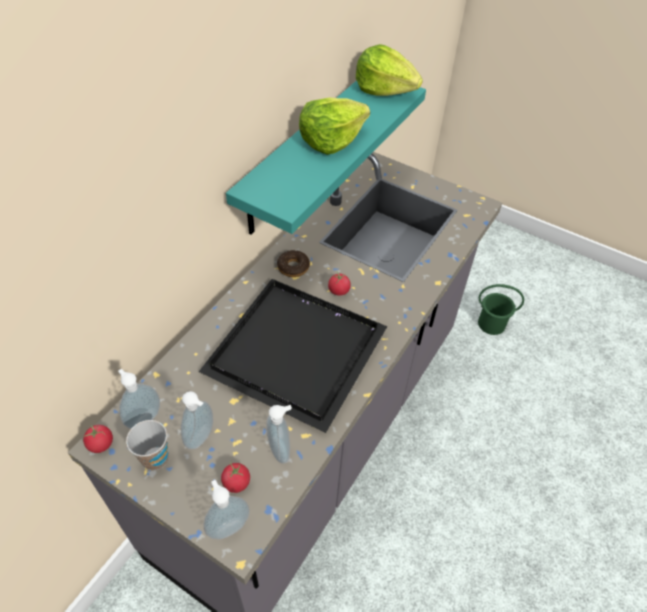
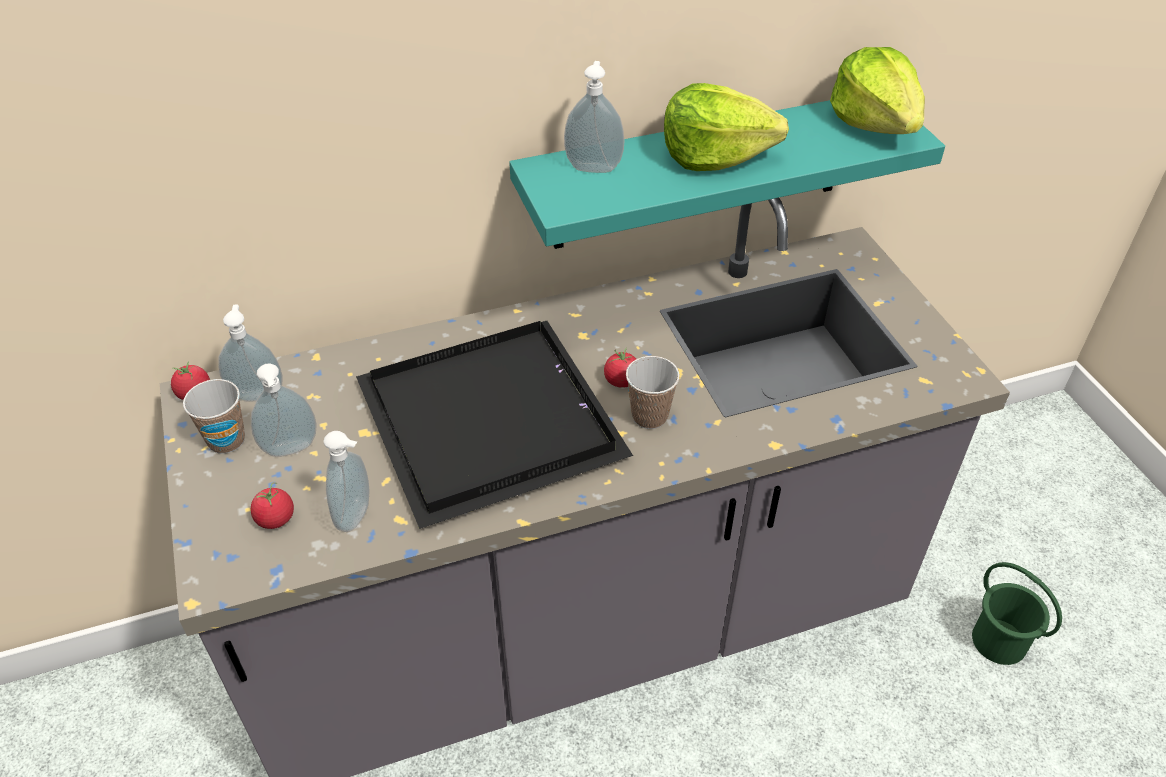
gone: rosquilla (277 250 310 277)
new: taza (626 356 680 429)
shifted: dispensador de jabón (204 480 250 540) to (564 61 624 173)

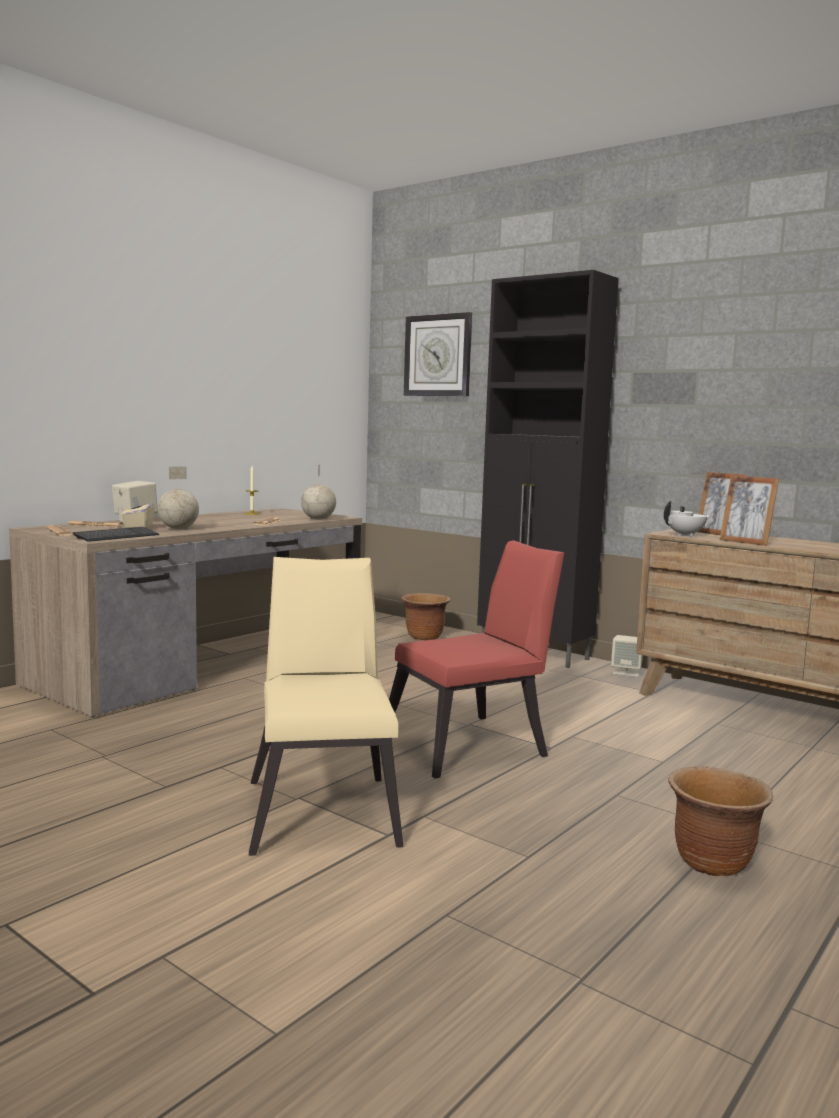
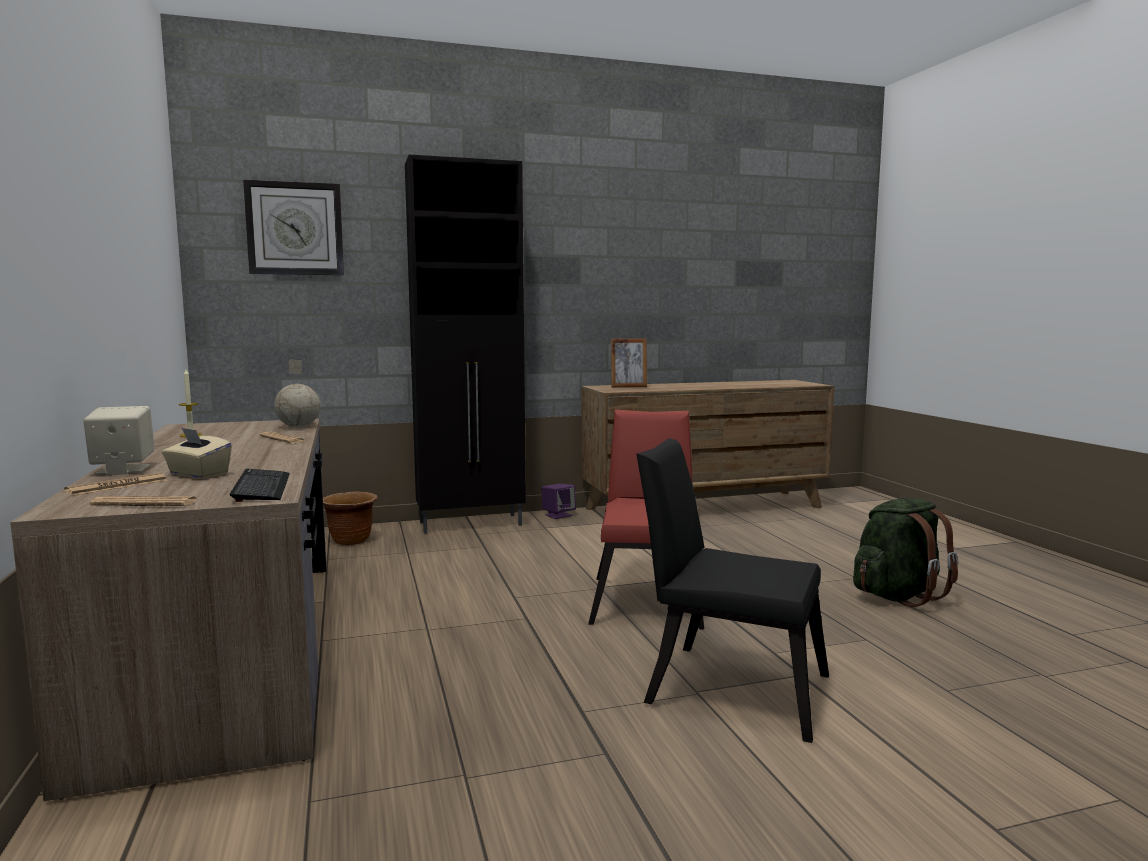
gone: globo terráqueo (157 466 199 529); portarretratos (719 476 779 546); tetera (blanco) (664 501 711 537)
swapped: maceta (marrón) (668 766 773 876) to mochila (verde) (853 498 958 607)
repainted: silla (beis) (249 557 403 856) to silla (negro) (636 438 829 743); altavoz (beis) (611 635 643 677) to altavoz (morado) (541 483 576 519)

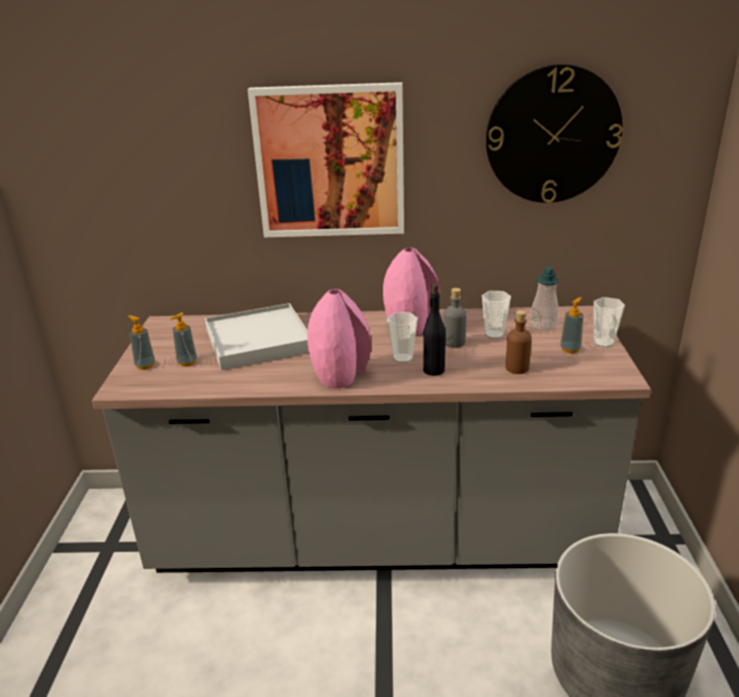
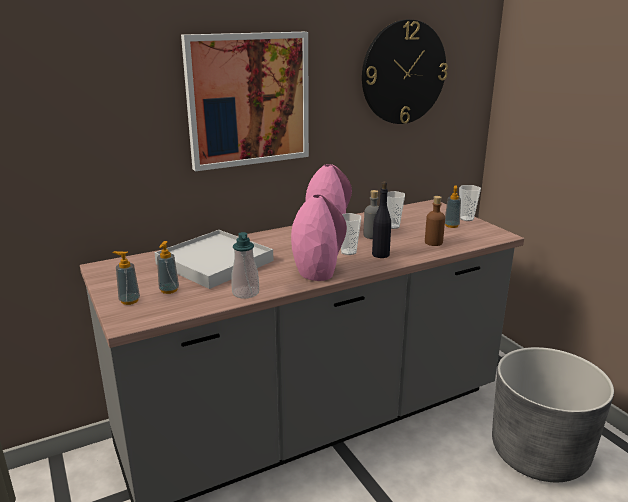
shifted: dispensador de jabón (530 267 559 331) to (231 232 259 299)

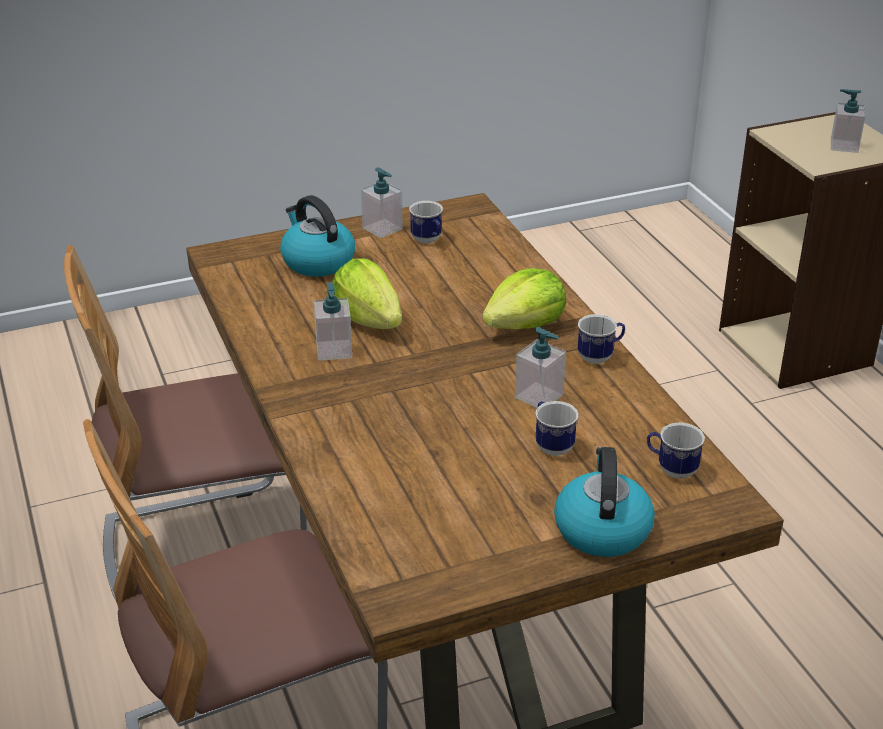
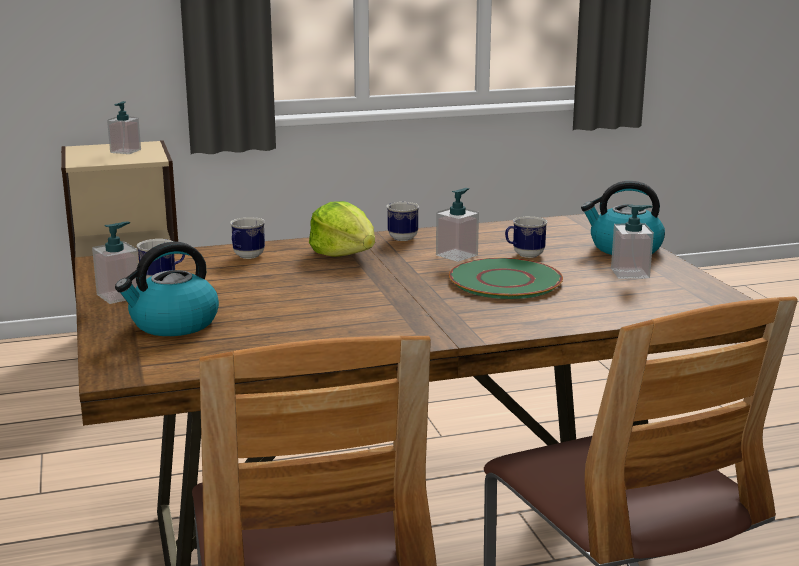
gone: lechuga (333 258 402 329)
new: plato (verde) (449 258 563 299)
shifted: dispensador de jabón (314 282 352 361) to (611 205 654 279); taza grande (647 423 705 479) to (230 217 265 259)

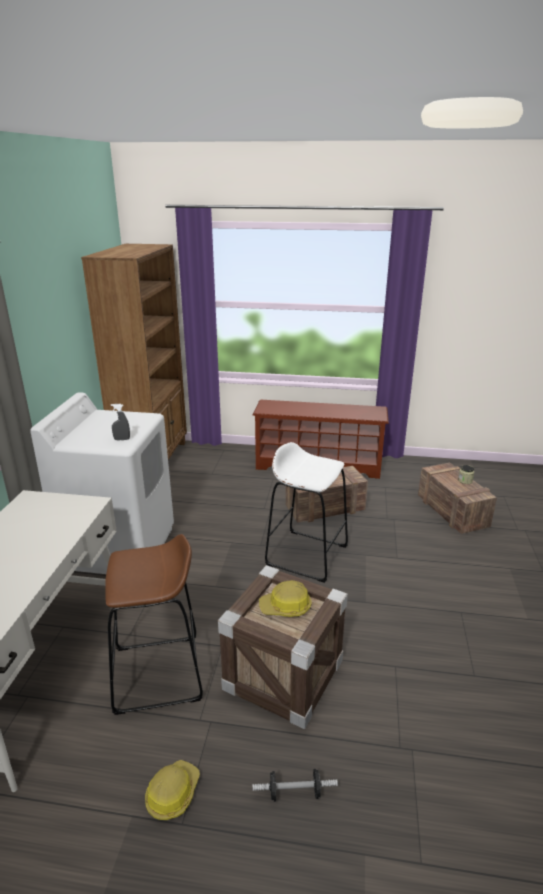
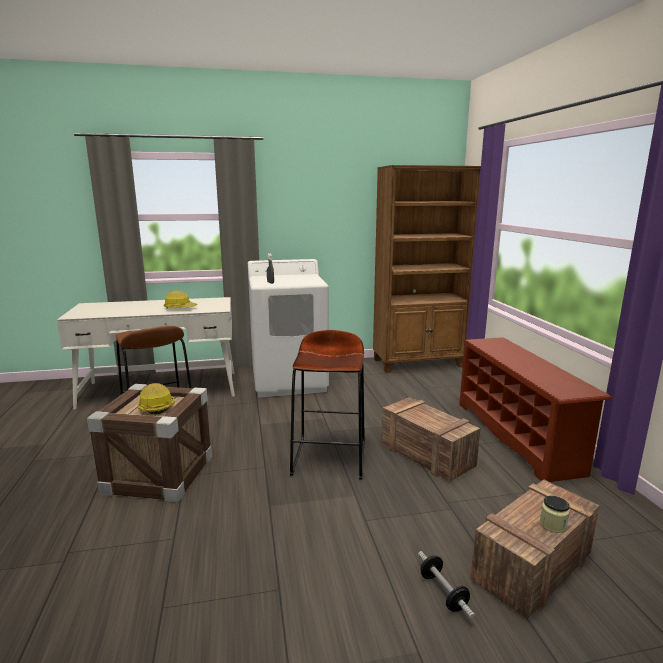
shifted: casco (145 760 200 820) to (164 291 197 308); mancuerna (252 769 338 802) to (418 551 475 619)
repainted: taburete (blanco) (265 442 348 583) to taburete (marrón) (290 330 365 480)

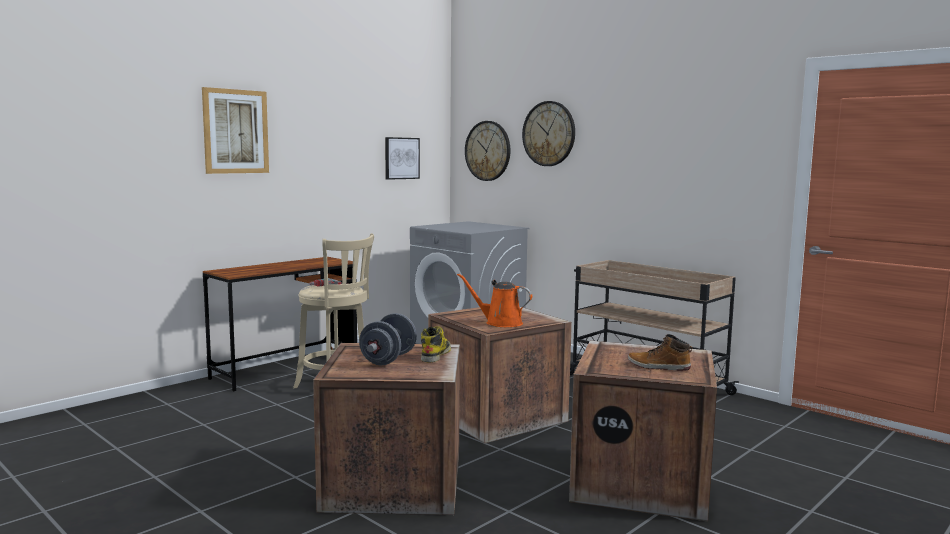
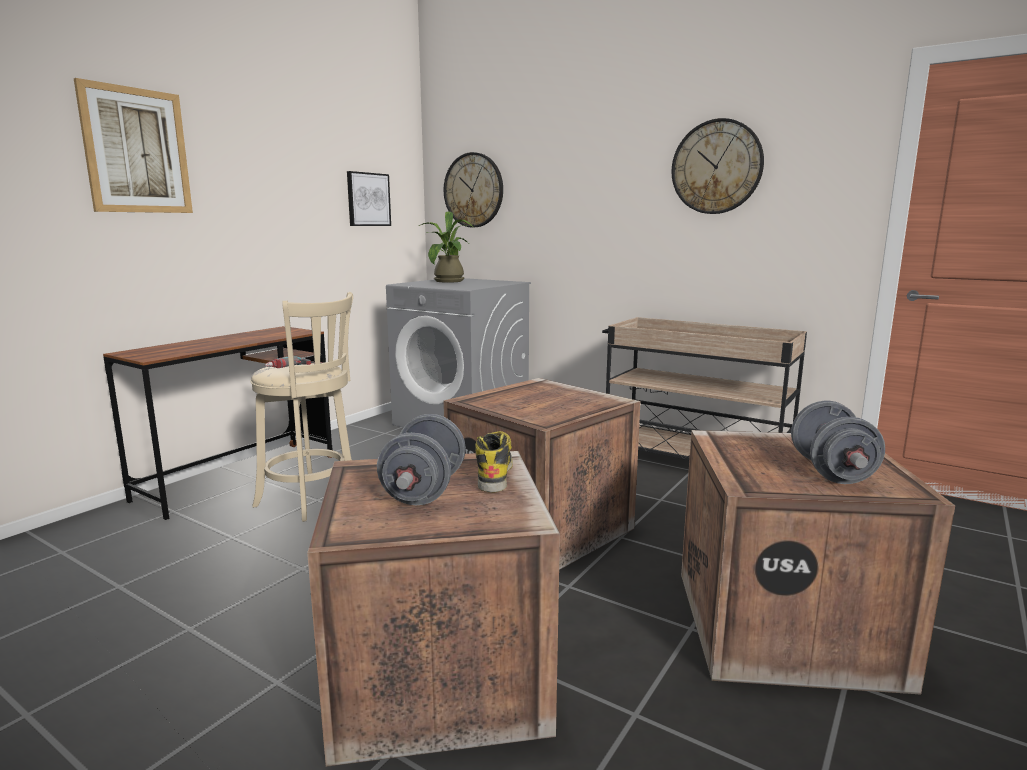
gone: regadera (naranja) (457 273 532 327)
new: planta en maceta (419 211 474 283)
shifted: reloj de pared (522 101 575 166) to (672 118 764 214)
swapped: bota (628 334 692 371) to mancuerna (gris) (791 401 885 484)

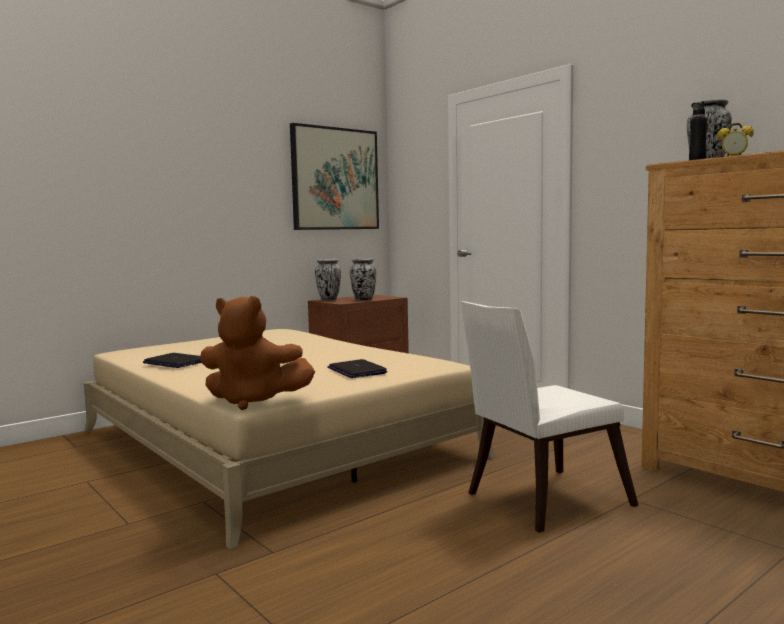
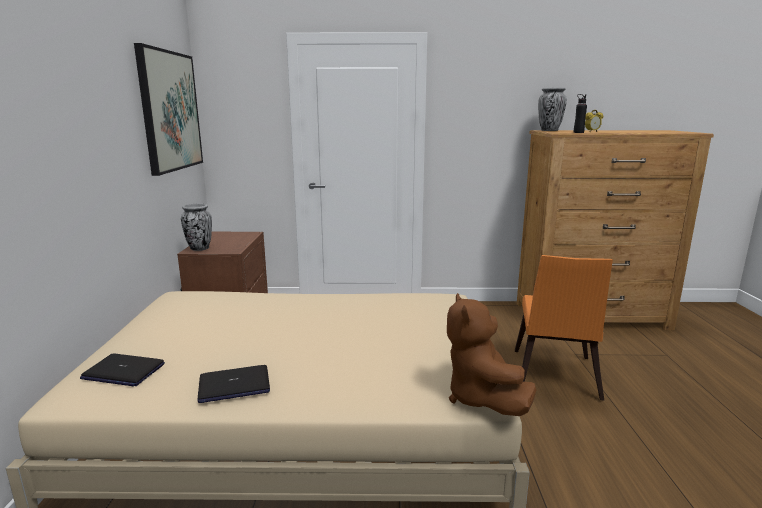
gone: florero (350 258 376 301)
shifted: portátil (327 359 388 378) to (80 354 165 386)
repainted: silla (blanco) (461 301 639 533) to silla (naranja) (515 255 613 401)
rotated: peluche (marrón) (200 296 315 410) = (447 293 536 416) 120 degrees clockwise

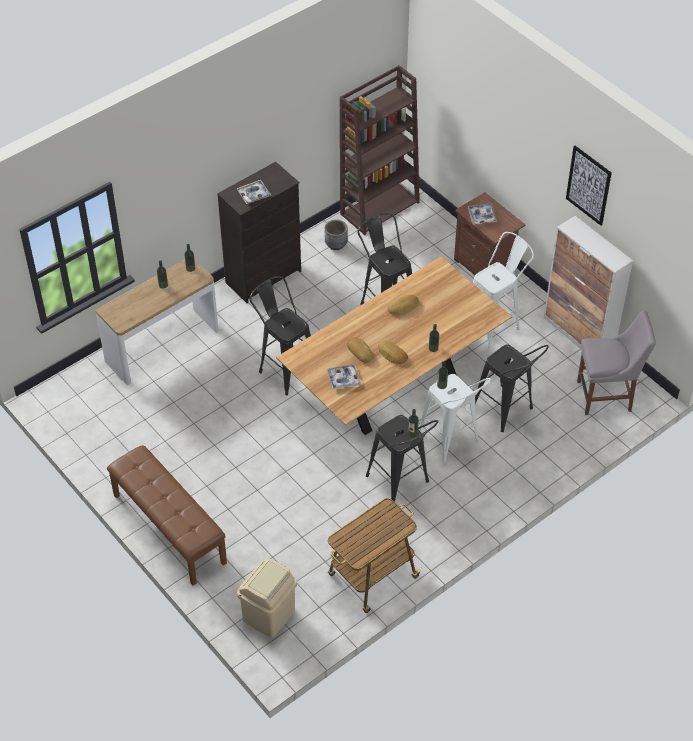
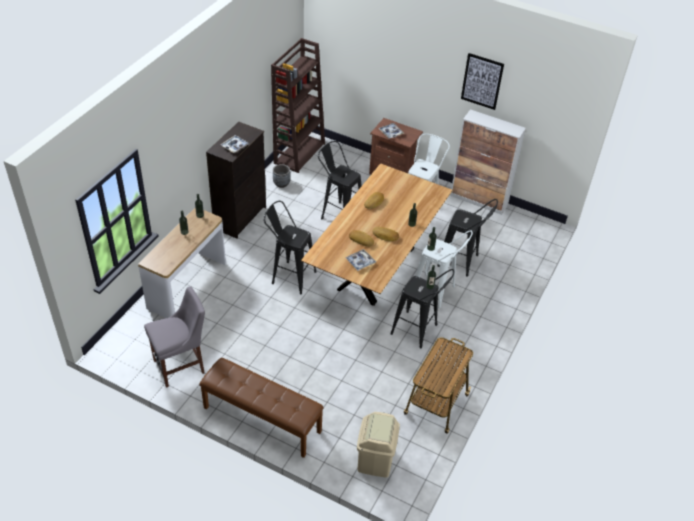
shifted: silla (gris) (577 311 656 415) to (144 286 205 388)

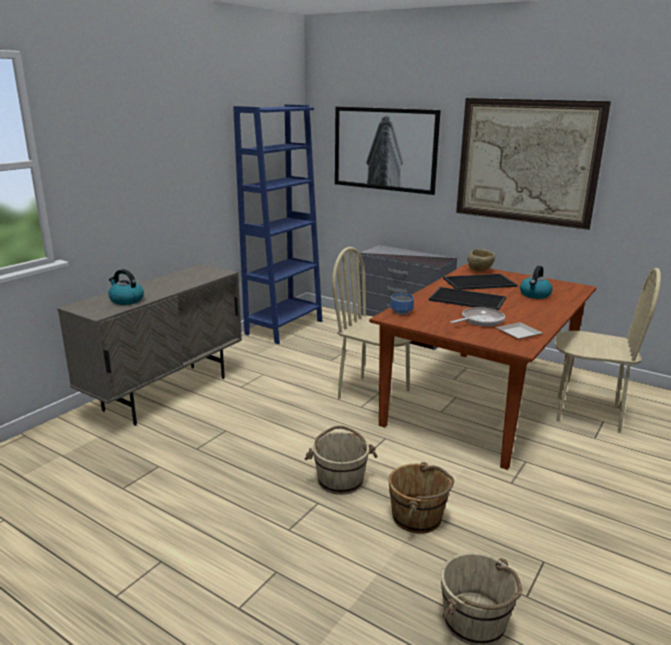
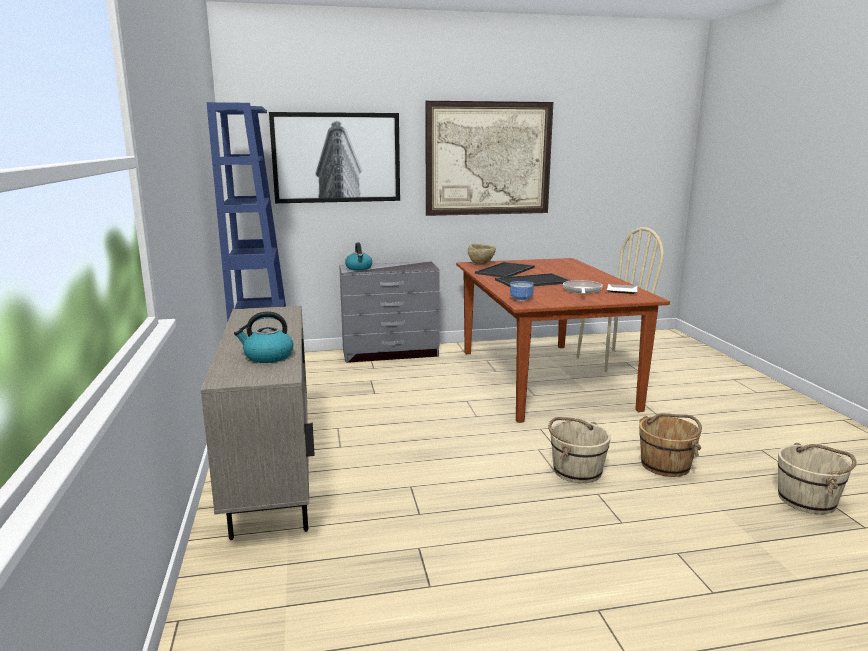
gone: silla (beis) (332 247 412 412)
shifted: hervidor (520 266 553 299) to (345 243 372 270)

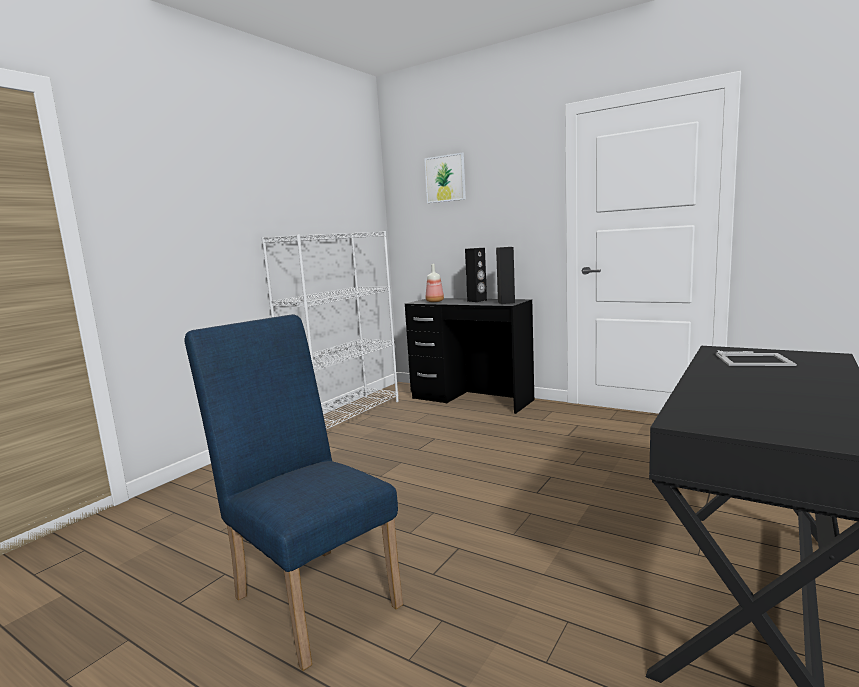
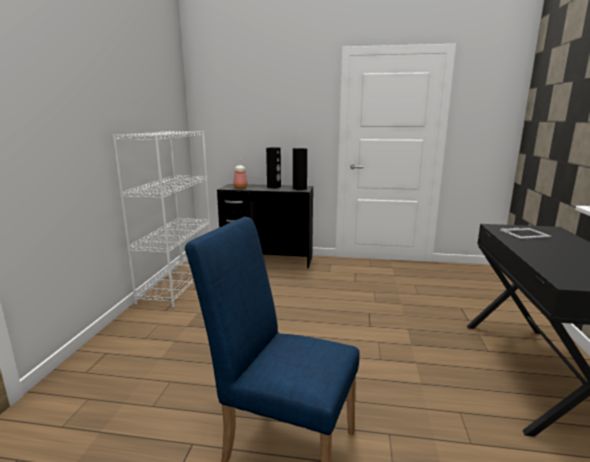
gone: cuadro (424 153 466 203)

